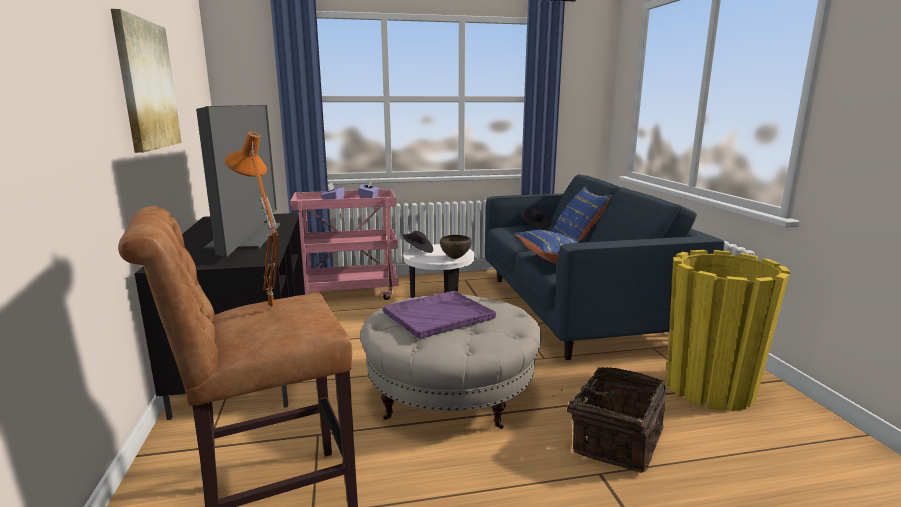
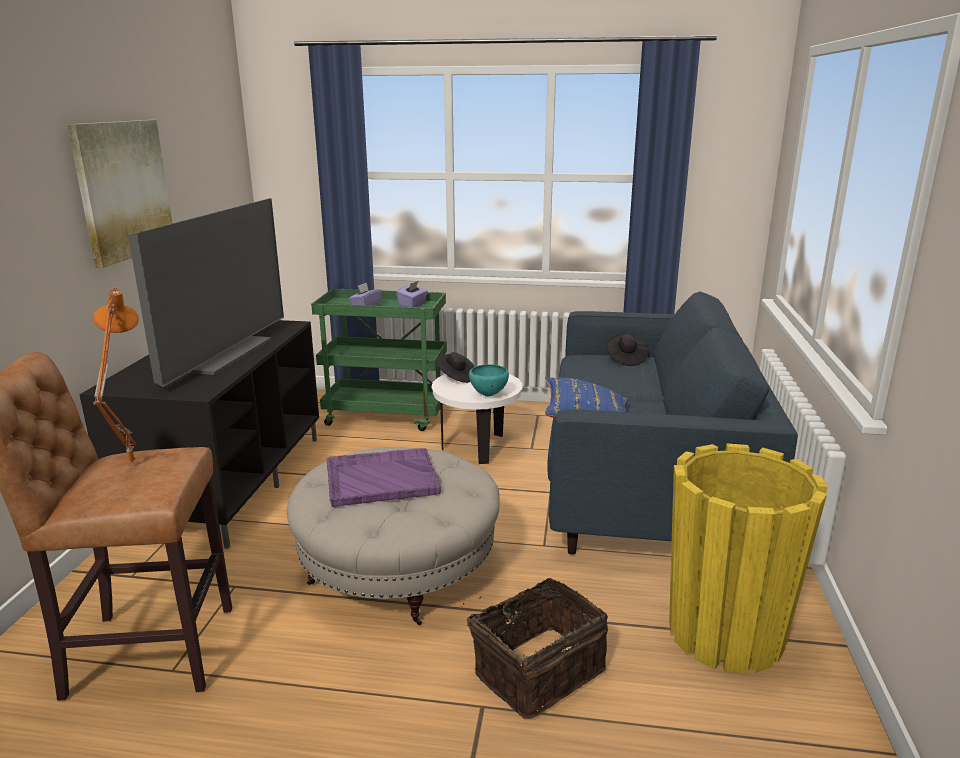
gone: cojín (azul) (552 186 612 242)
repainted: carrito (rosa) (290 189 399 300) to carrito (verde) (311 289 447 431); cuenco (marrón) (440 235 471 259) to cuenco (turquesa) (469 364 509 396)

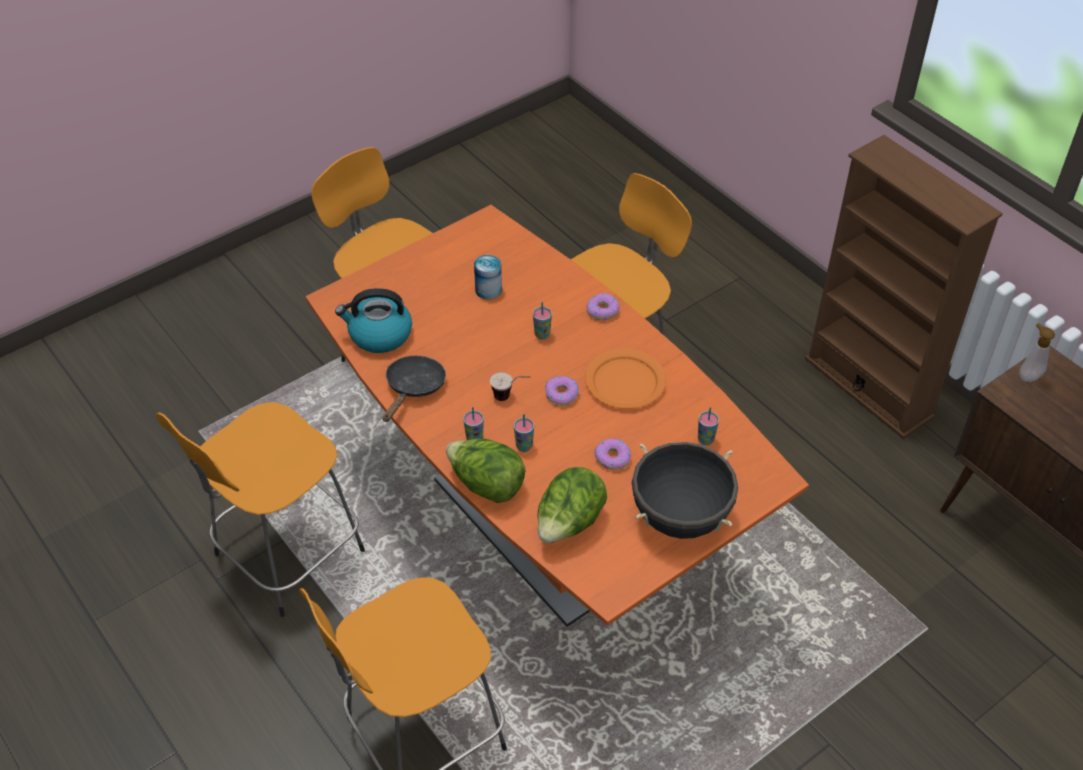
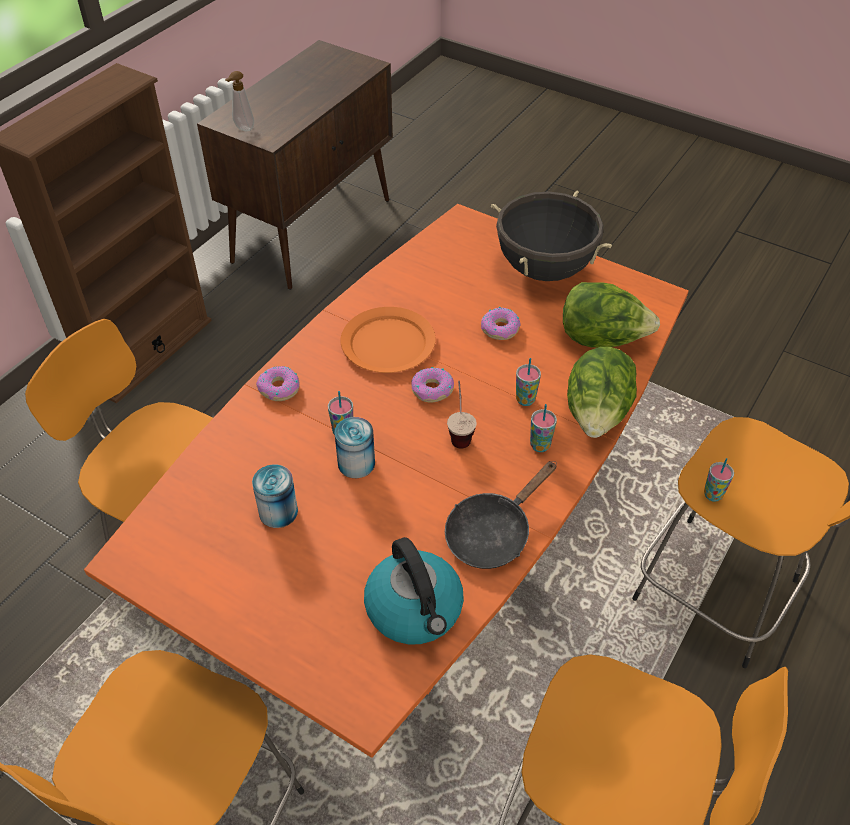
new: lata (334 417 375 478)
shifted: taza (698 407 719 445) to (704 458 734 502)
rotated: sartén (negro) (382 356 446 422) = (445 461 557 569) 45 degrees counterclockwise

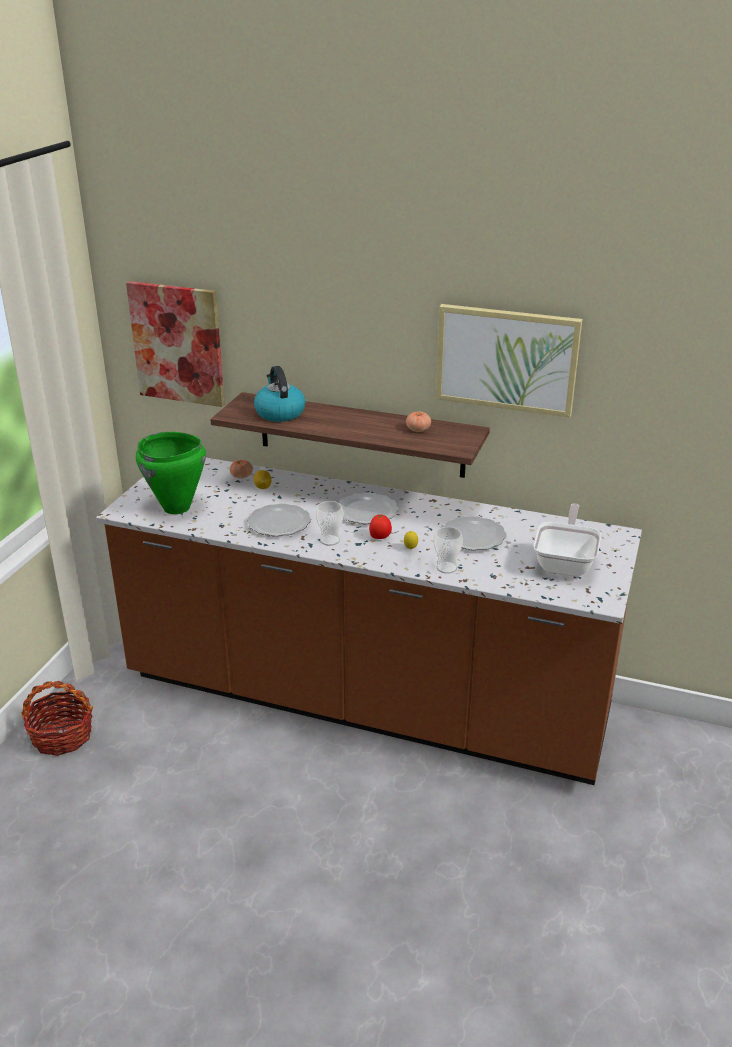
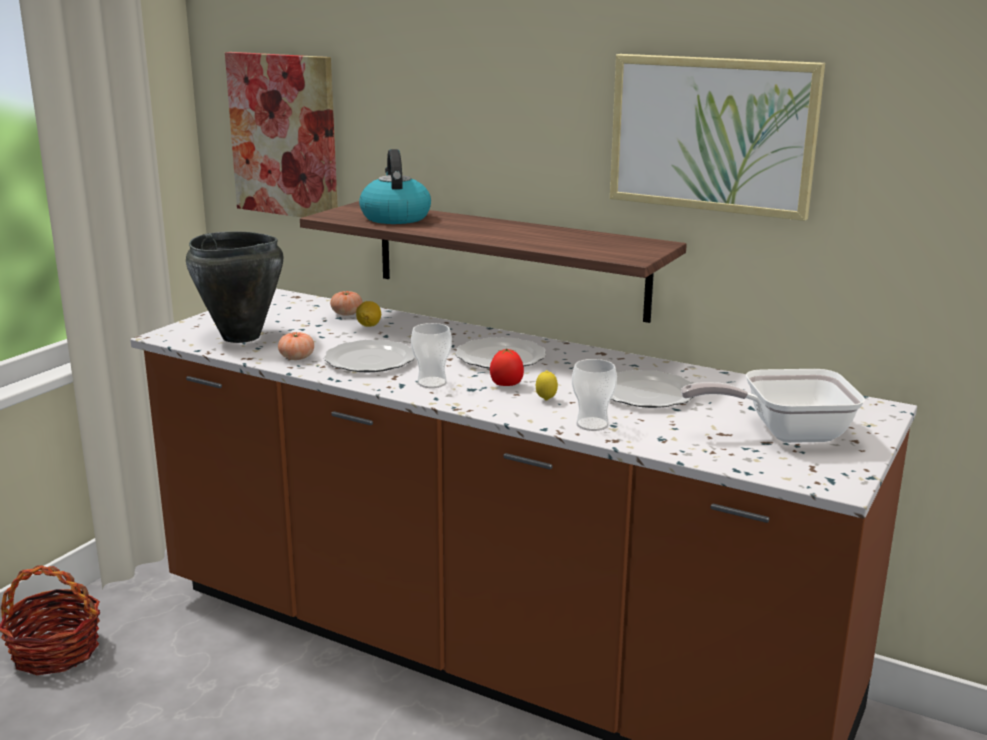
shifted: tomate (406 412 431 432) to (278 332 314 360)
repainted: olla (verde) (136 432 206 514) to olla (negro) (186 231 284 343)
rotated: sartén (533 503 601 577) = (681 369 865 443) 120 degrees counterclockwise

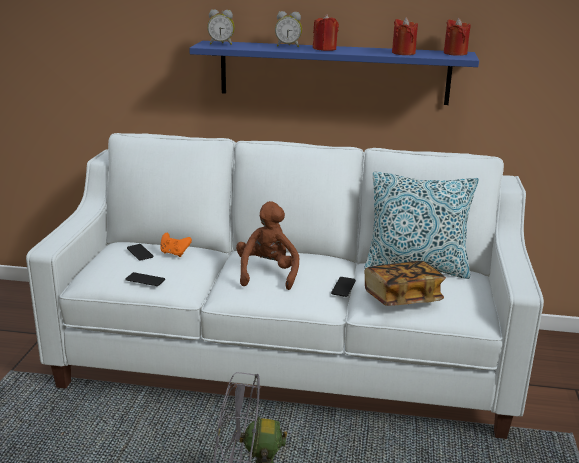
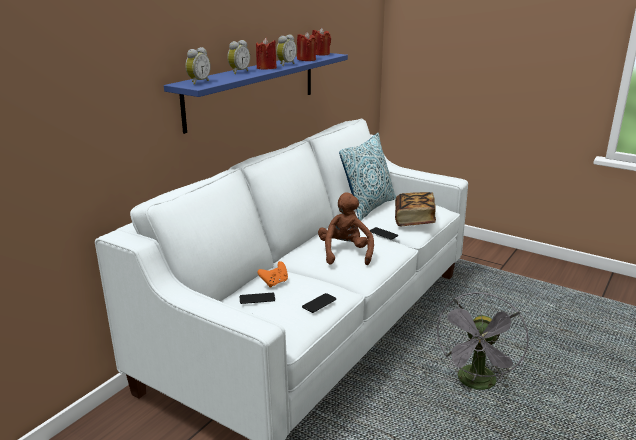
new: despertador (276 34 297 66)
rotated: peluche (marrón) (236 201 299 290) = (318 193 374 265) 60 degrees clockwise

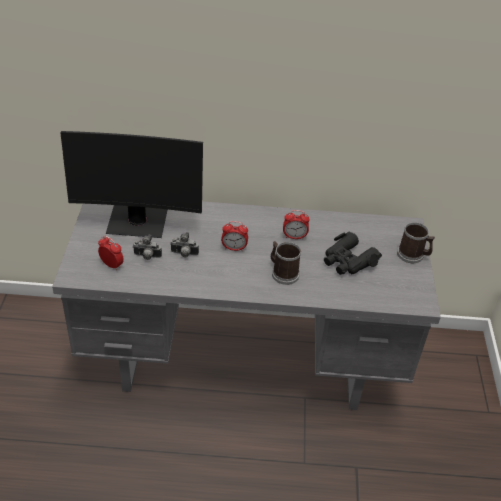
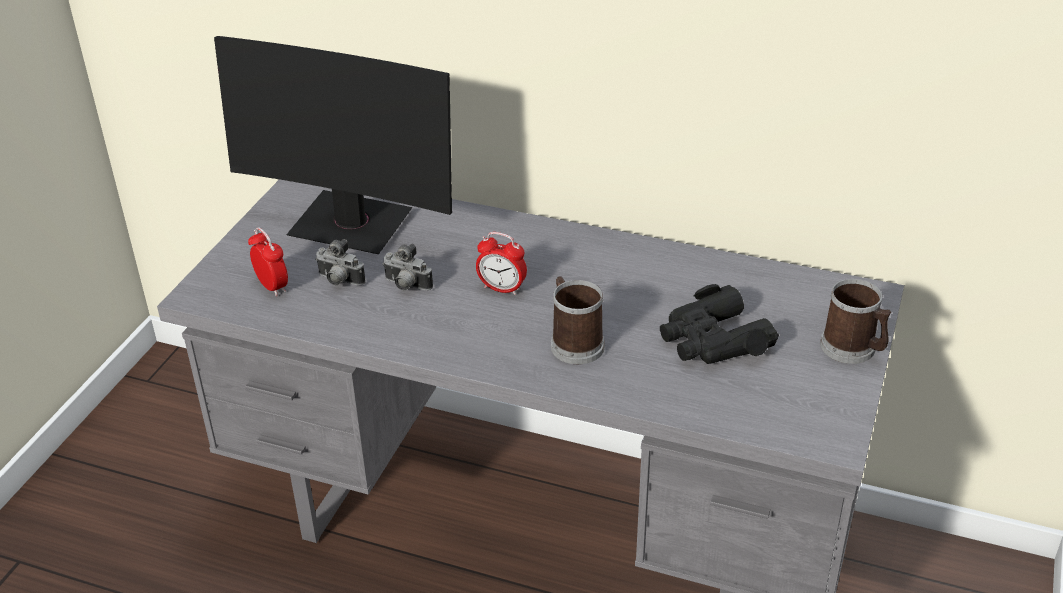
gone: despertador (283 210 310 239)

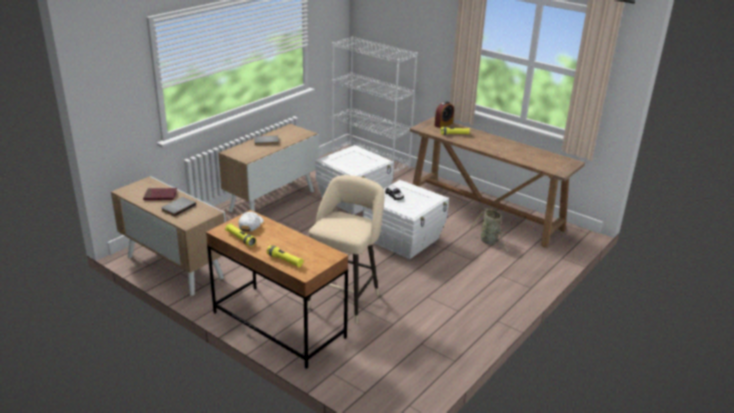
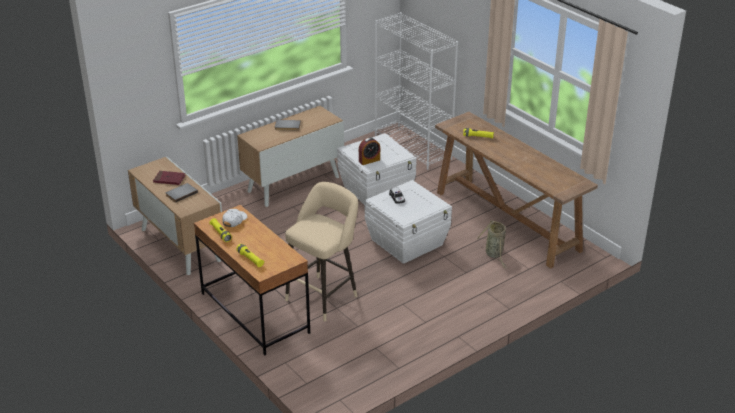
shifted: despertador (434 101 454 128) to (359 138 380 165)

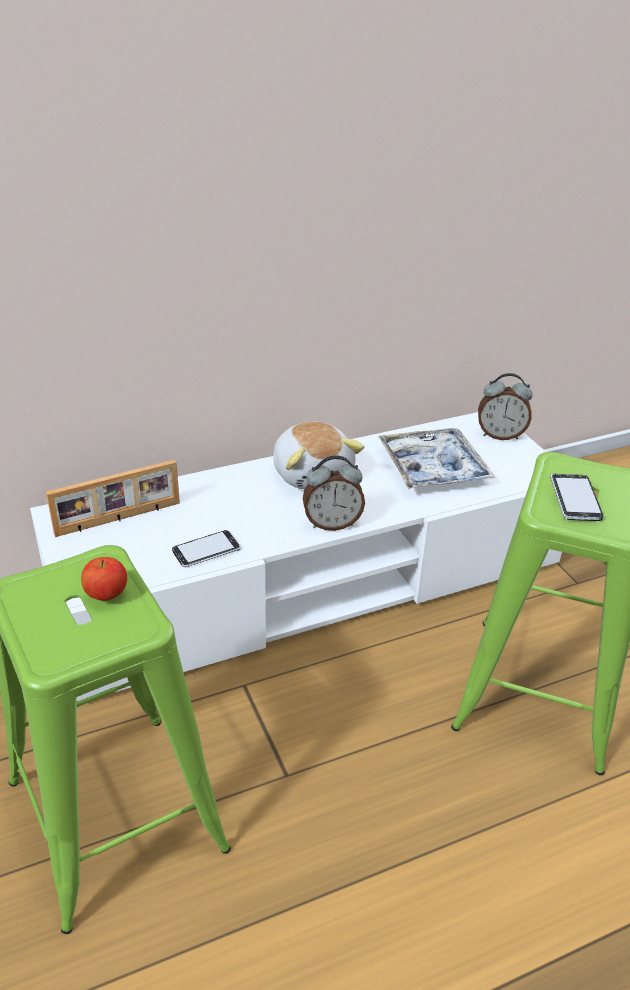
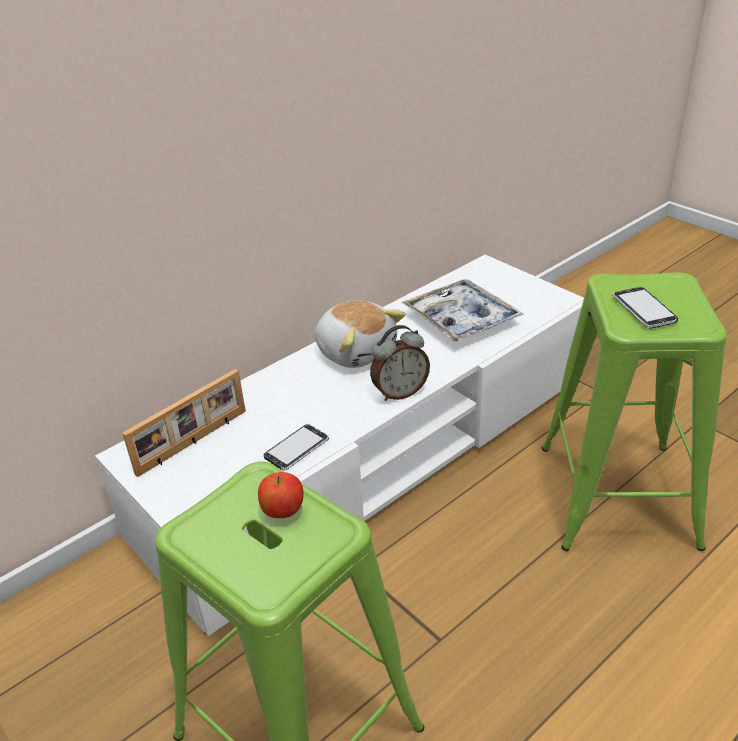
gone: despertador (478 373 533 440)

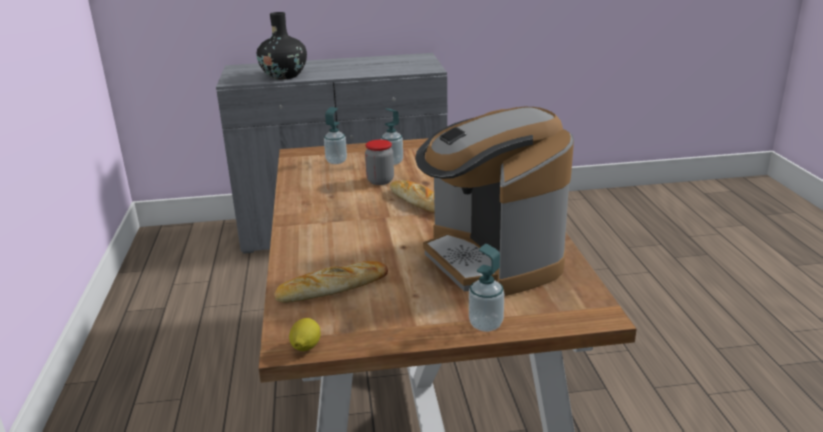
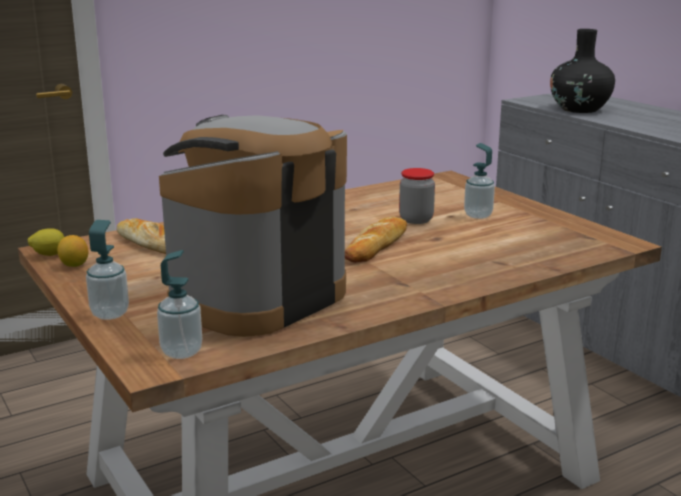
new: limón (57 235 88 267)
shifted: dispensador de jabón (324 107 347 164) to (157 250 202 359)

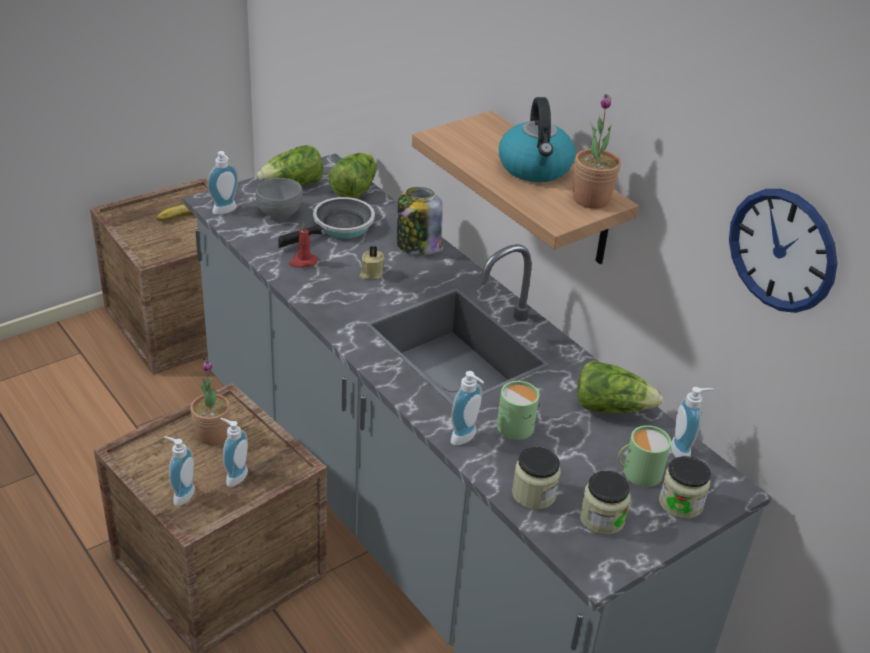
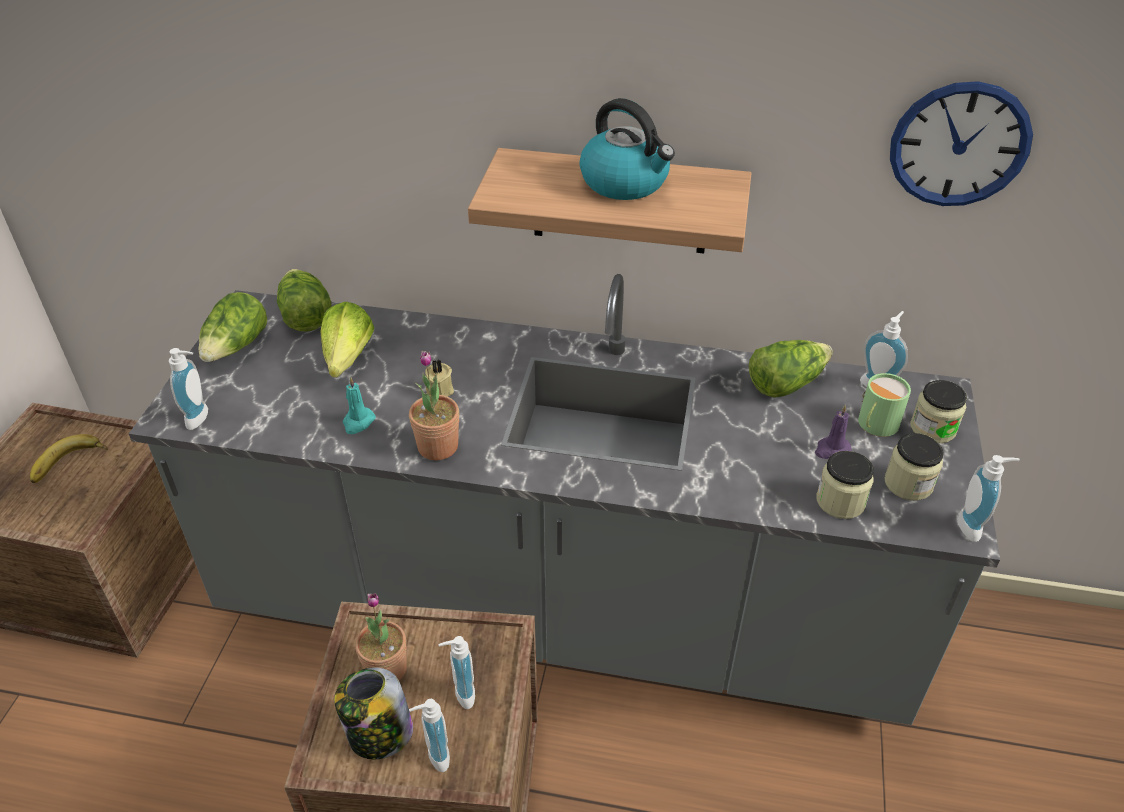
gone: cuenco (gris) (256 178 303 218); taza grande (verde) (497 381 540 440)
new: vela (morado) (815 405 851 459)
shifted: planta en maceta (573 94 621 209) to (409 351 459 460); tarro (397 187 442 255) to (334 667 413 760); dispensador de jabón (451 371 484 445) to (958 455 1020 542)
swapped: sartén (278 197 375 248) to lechuga (321 302 374 377)
repainted: vela (rojo) (289 222 318 268) to vela (turquesa) (343 376 376 434)

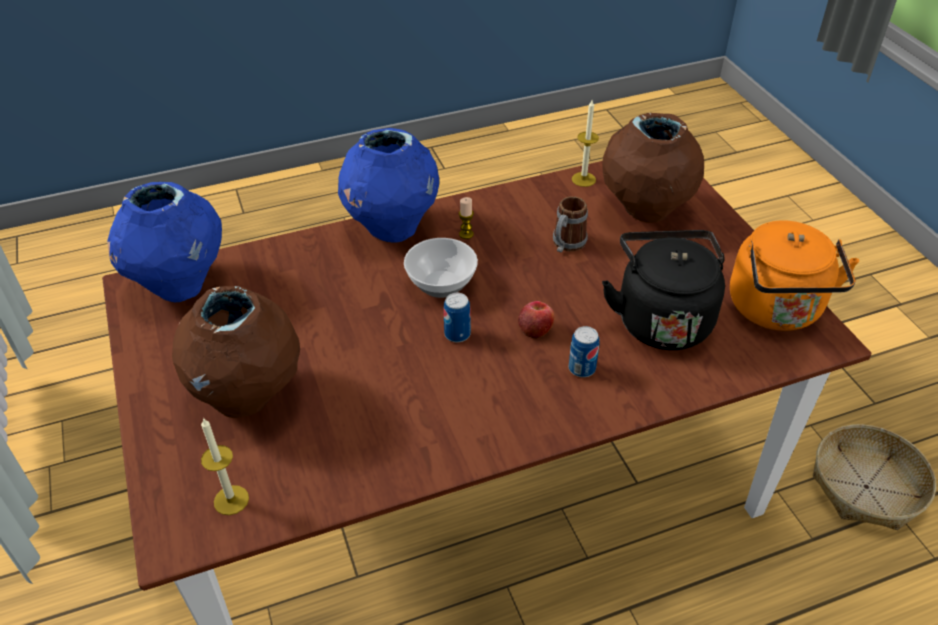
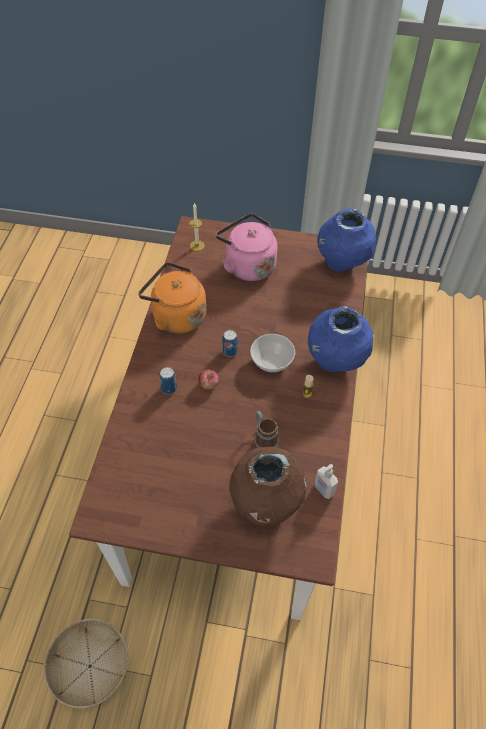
gone: hervidor (negro) (602 230 725 350)
shifted: hervidor (naranja) (730 221 859 331) to (138 262 206 334)
swapped: vela (572 100 599 187) to dispensador de jabón (315 464 338 499); florero (marrón) (172 286 300 418) to hervidor (rosa) (216 213 277 281)

